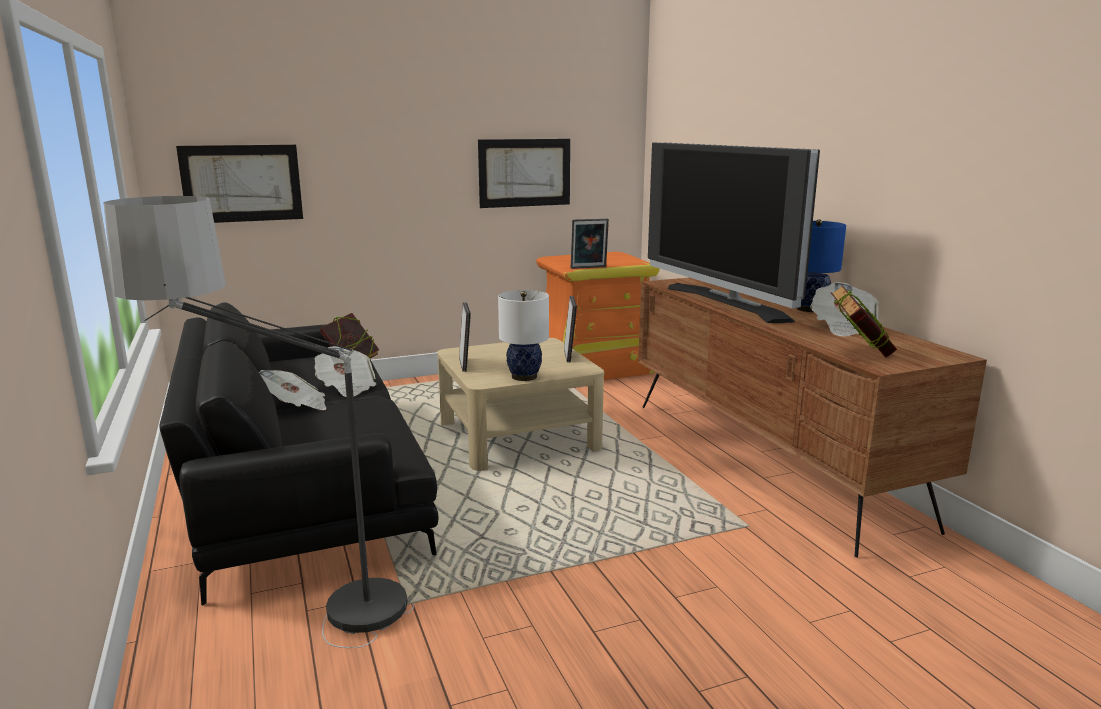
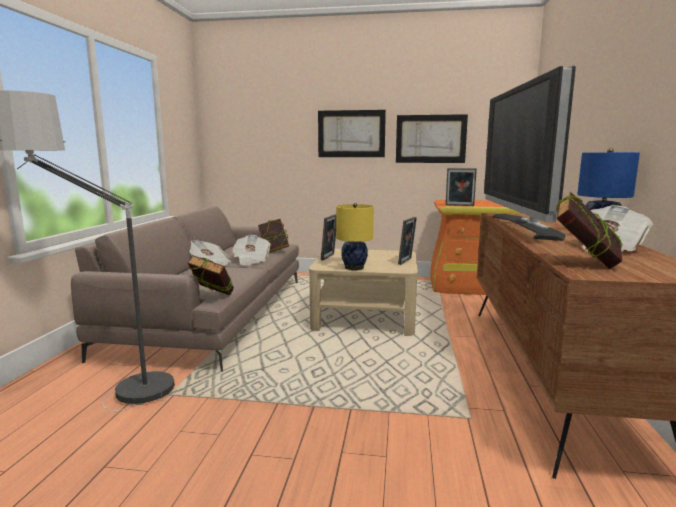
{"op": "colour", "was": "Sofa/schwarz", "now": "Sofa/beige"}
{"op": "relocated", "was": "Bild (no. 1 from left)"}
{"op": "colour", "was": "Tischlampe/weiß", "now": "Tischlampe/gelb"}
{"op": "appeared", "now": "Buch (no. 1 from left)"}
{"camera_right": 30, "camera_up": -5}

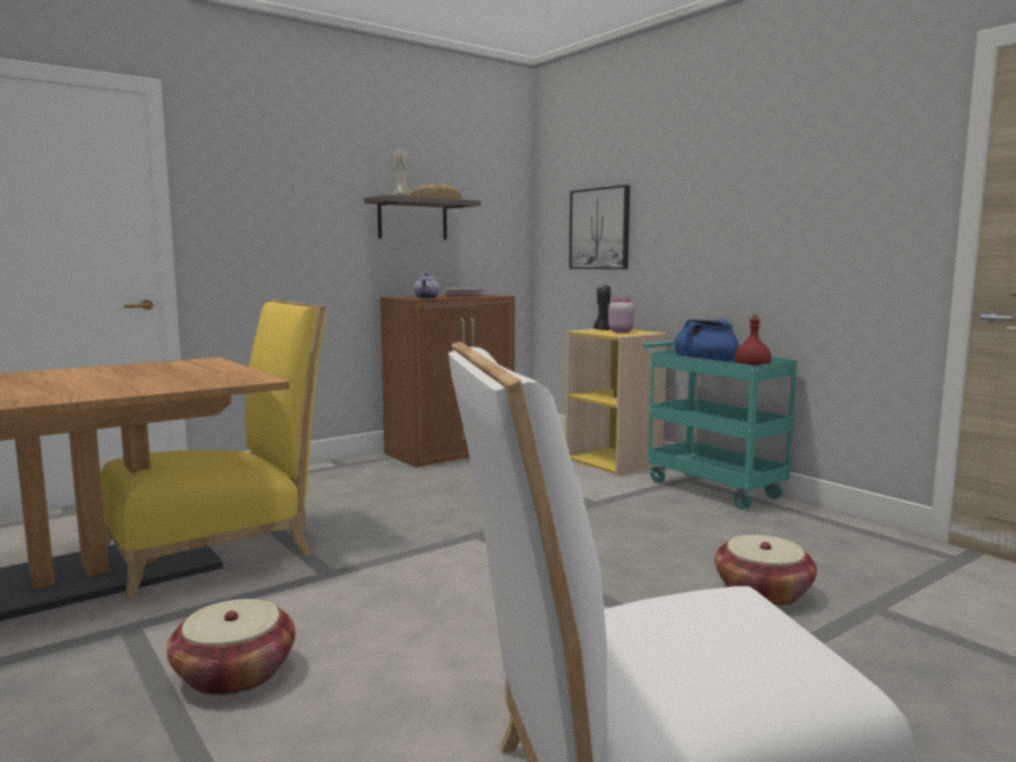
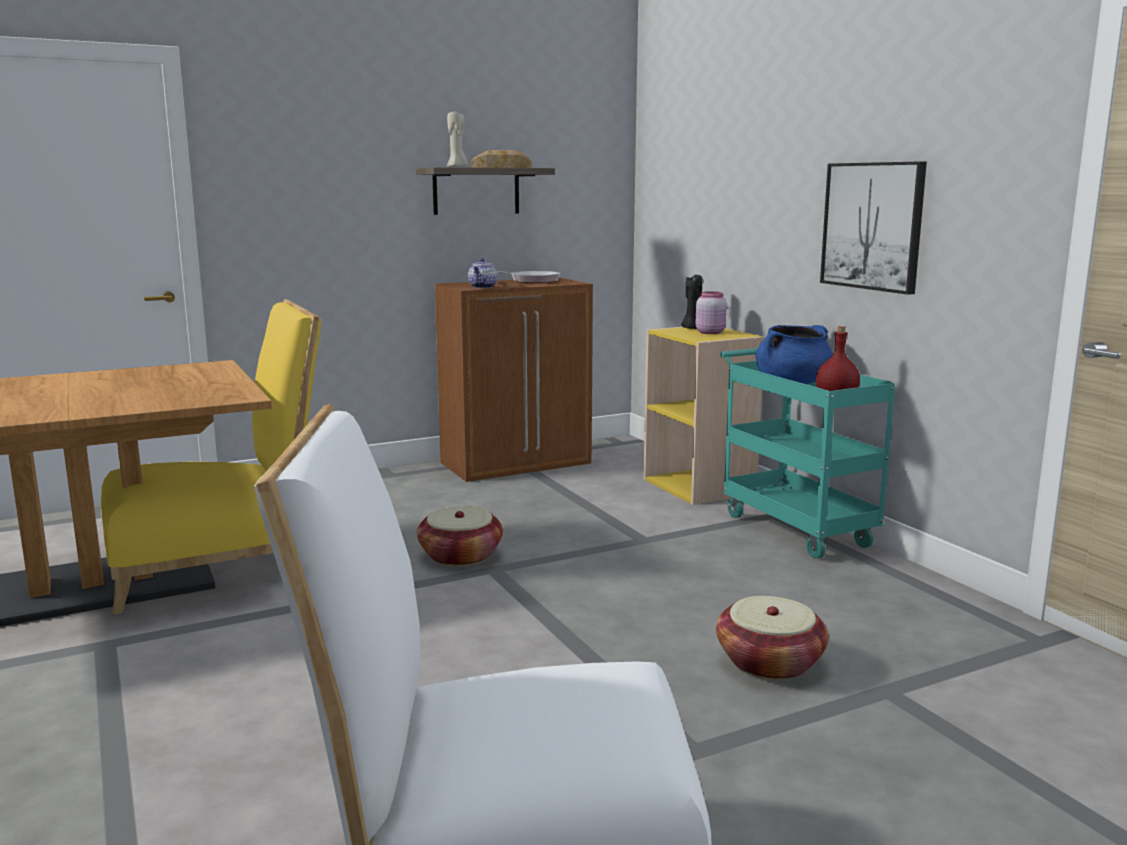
{"op": "relocated", "was": "Korb (no. 1 from left)"}
{"op": "relocated", "was": "Bild"}
{"camera_right": 10, "camera_up": 5}

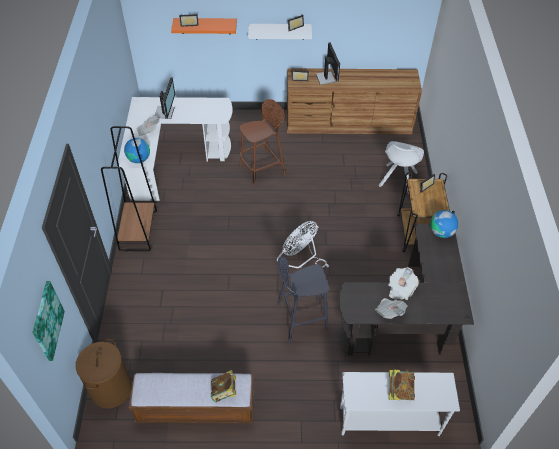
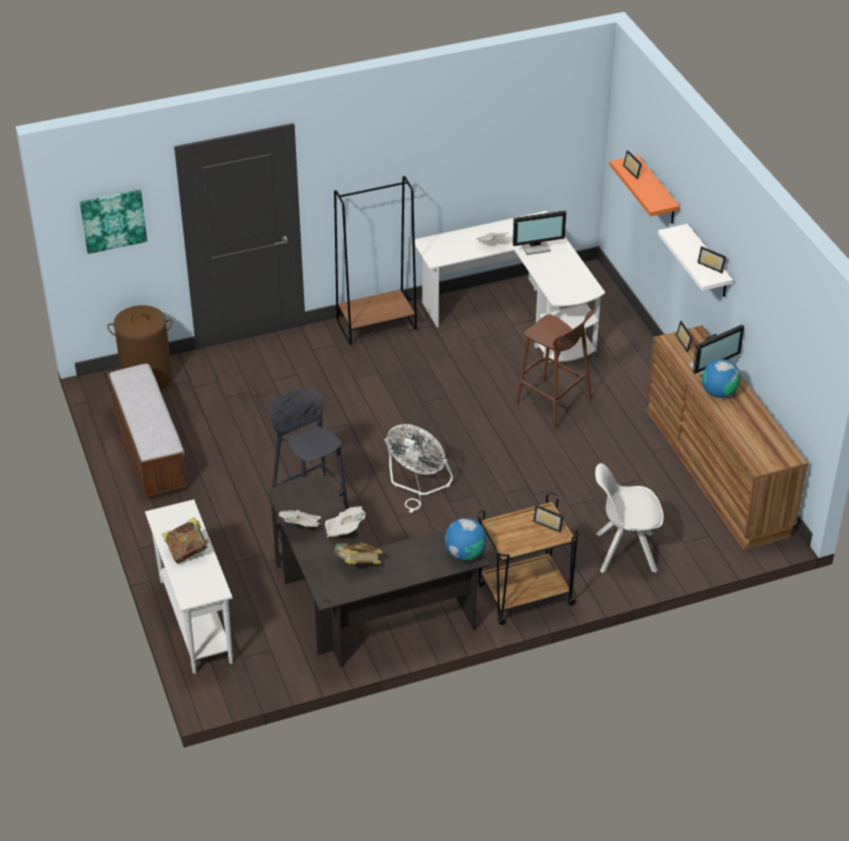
{"op": "relocated", "was": "Globus (no. 1 from left in the first image)", "now": "Globus (no. 2 from left)"}
{"op": "relocated", "was": "Buch (no. 1 from left in the first image)", "now": "Buch (no. 2 from left)"}
{"camera_right": 70, "camera_up": -10}

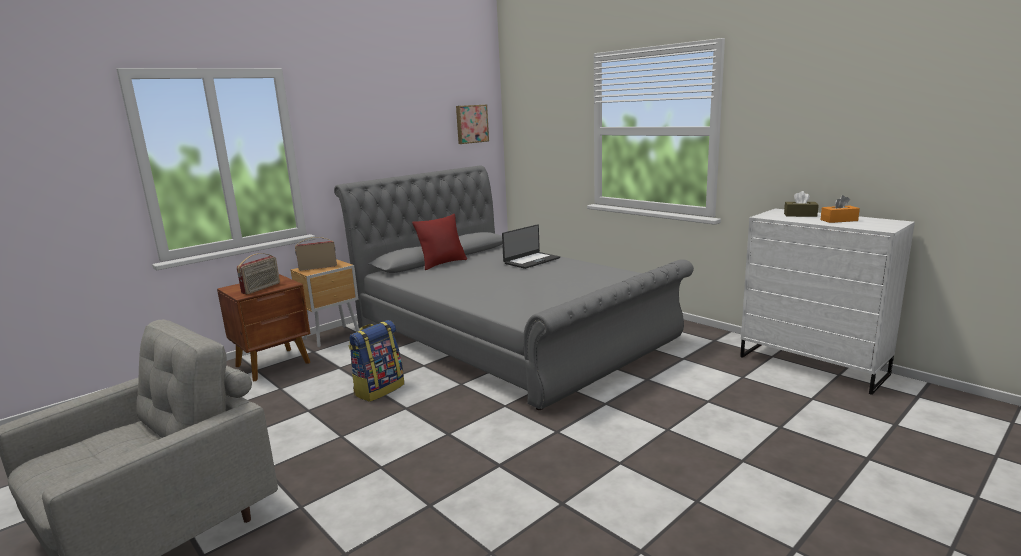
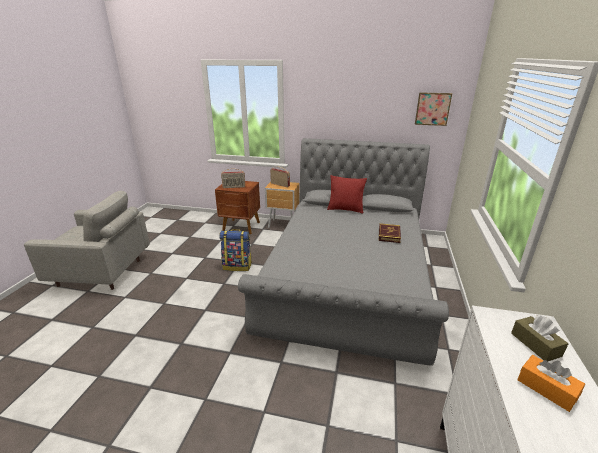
{"op": "exchanged", "was": "Laptop", "now": "Buch"}
{"camera_right": 55, "camera_up": 10}

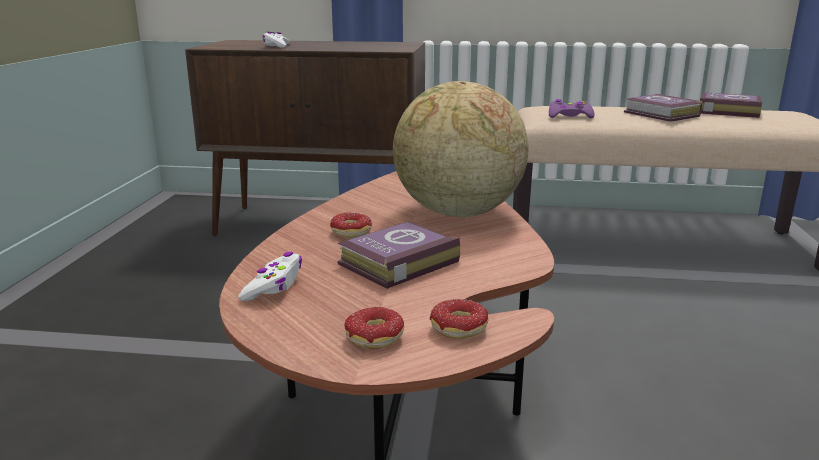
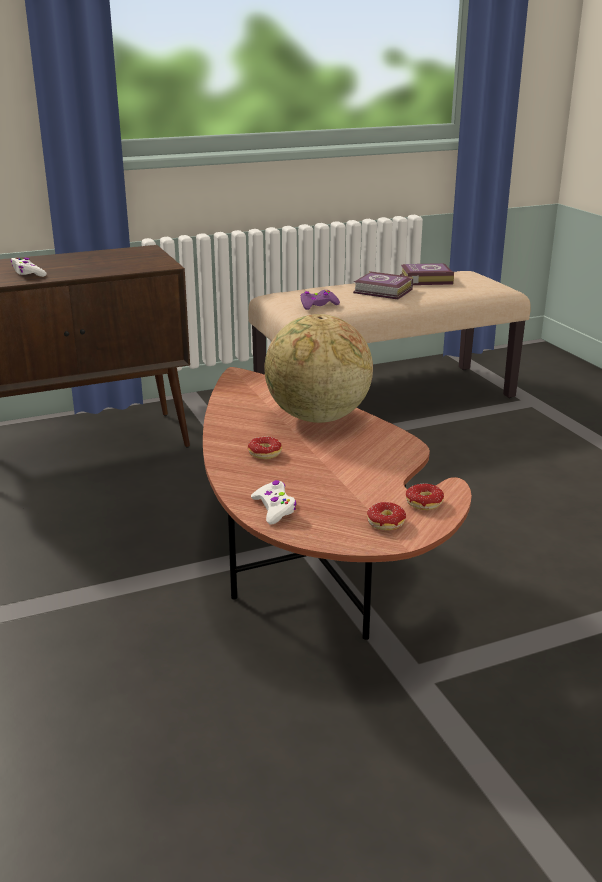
{"op": "missing", "was": "Buch (no. 1 from left)"}
{"camera_right": -30, "camera_up": 5}

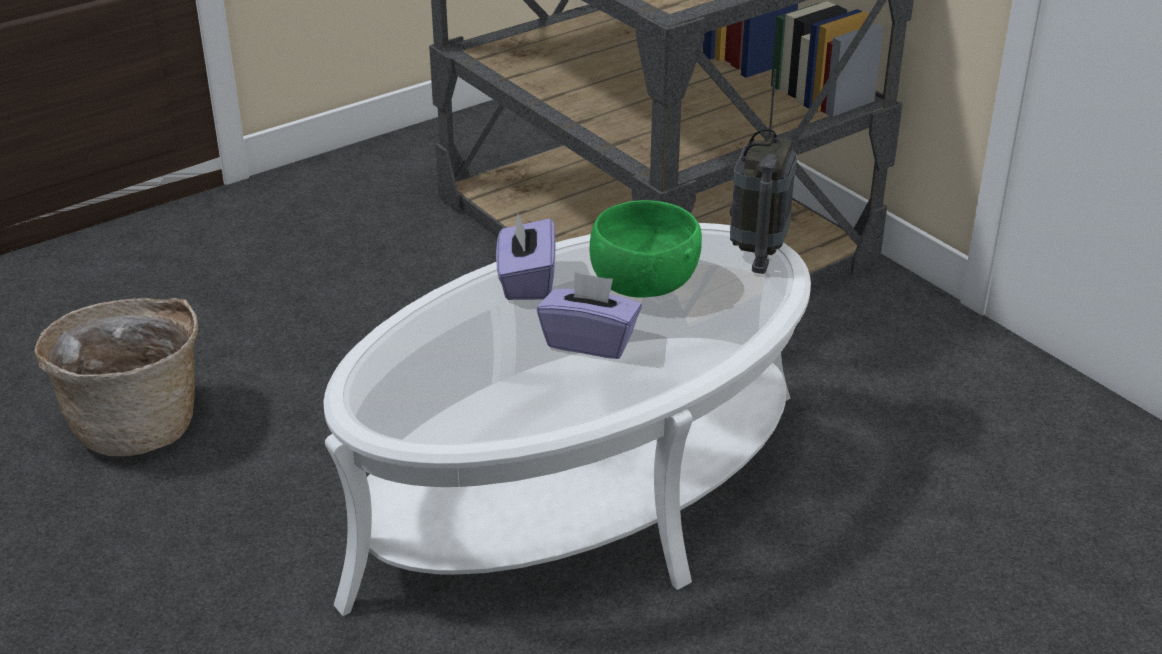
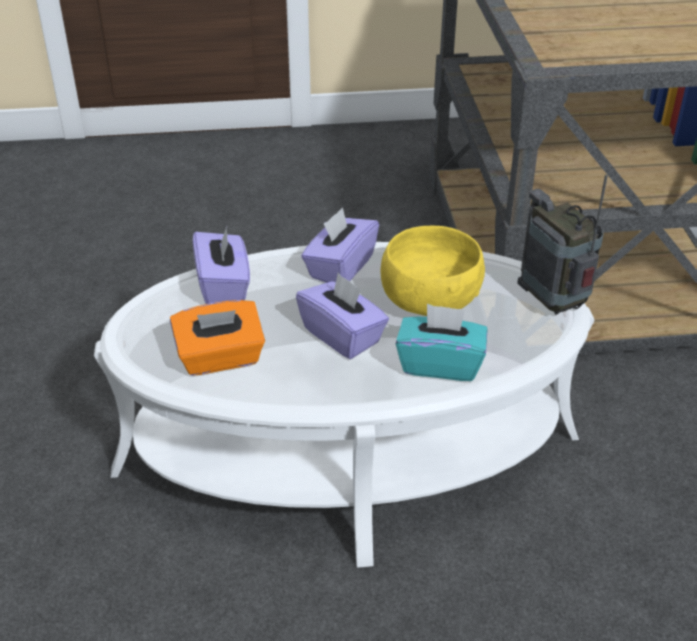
{"op": "missing", "was": "Korb"}
{"op": "colour", "was": "Schüssel/grün", "now": "Schüssel/gelb"}
{"op": "spun", "was": "Radio", "clockwise": 105}
{"op": "appeared", "now": "Taschentuchbox/orange"}
{"op": "appeared", "now": "Taschentuchbox/lila (no. 1 from left)"}
{"op": "appeared", "now": "Taschentuchbox/türkis"}
{"camera_right": 30, "camera_up": 5}

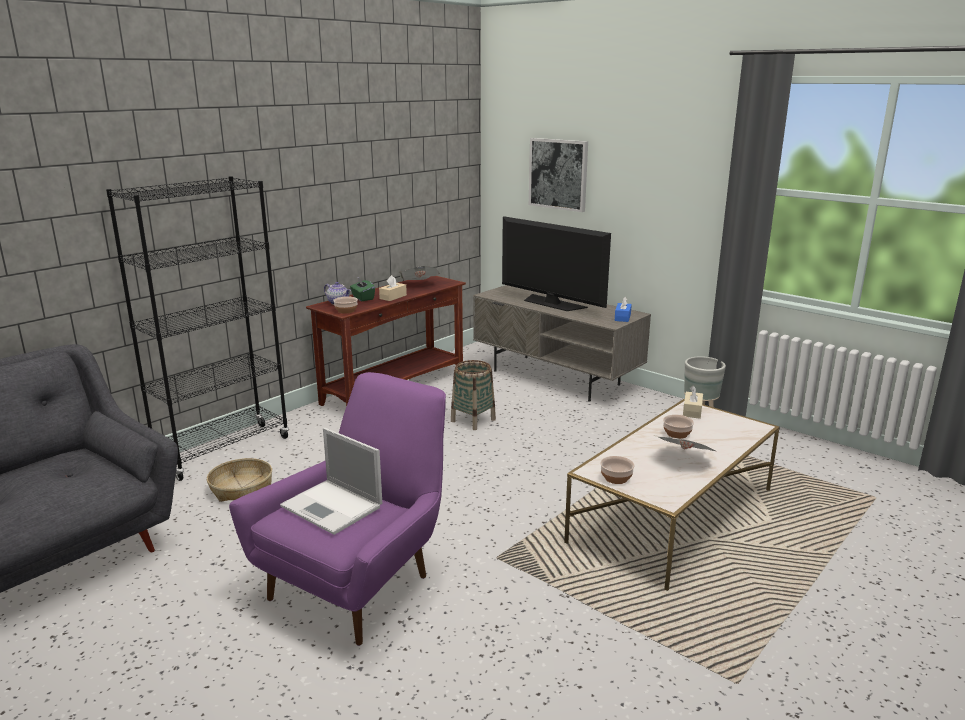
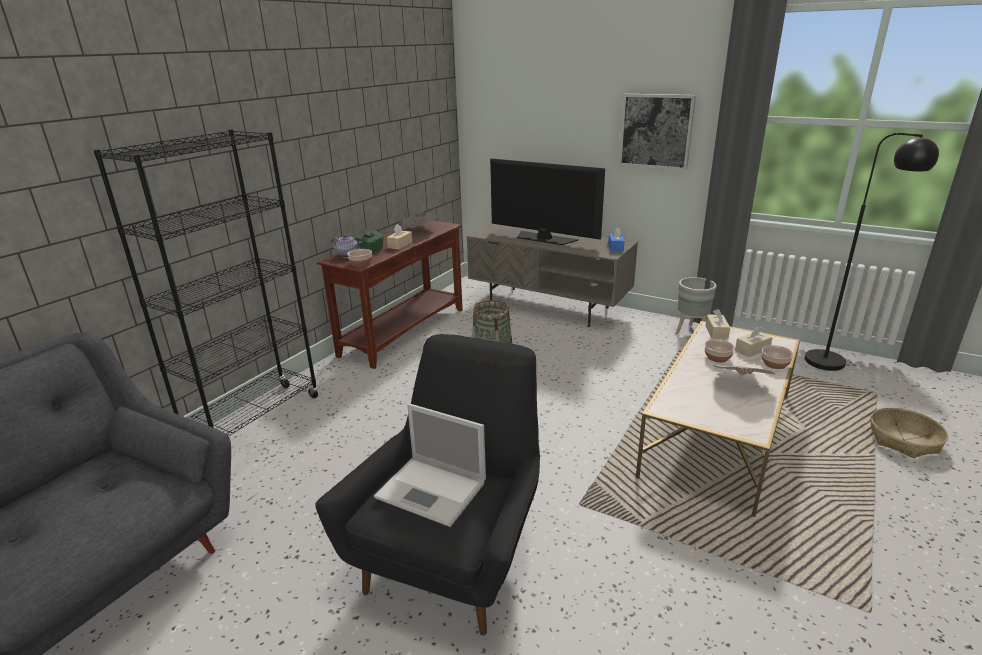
{"op": "relocated", "was": "Korb (no. 1 from left in the first image)", "now": "Korb (no. 2 from left)"}
{"op": "colour", "was": "Sessel/lila", "now": "Sessel/schwarz"}
{"op": "relocated", "was": "Bild"}
{"op": "relocated", "was": "Schüssel (no. 2 from left in the first image)", "now": "Schüssel (no. 3 from left)"}
{"op": "appeared", "now": "Taschentuchbox/beige (no. 3 from left)"}
{"op": "appeared", "now": "Stehlampe/schwarz"}
{"camera_right": -10, "camera_up": 5}

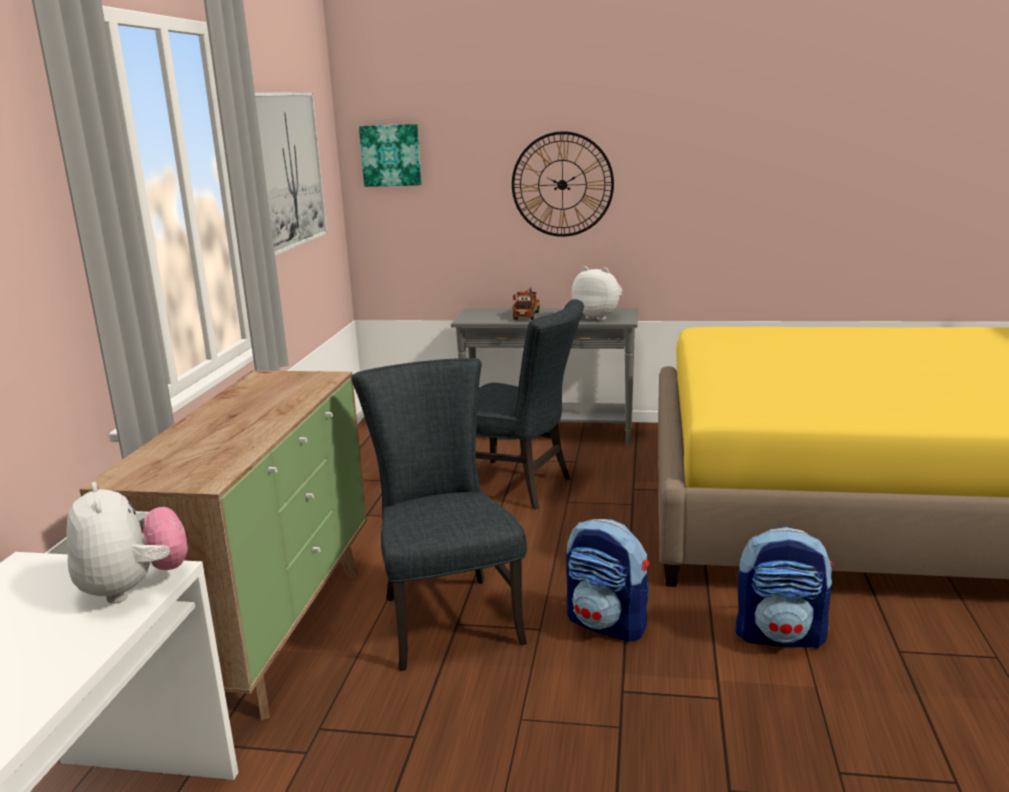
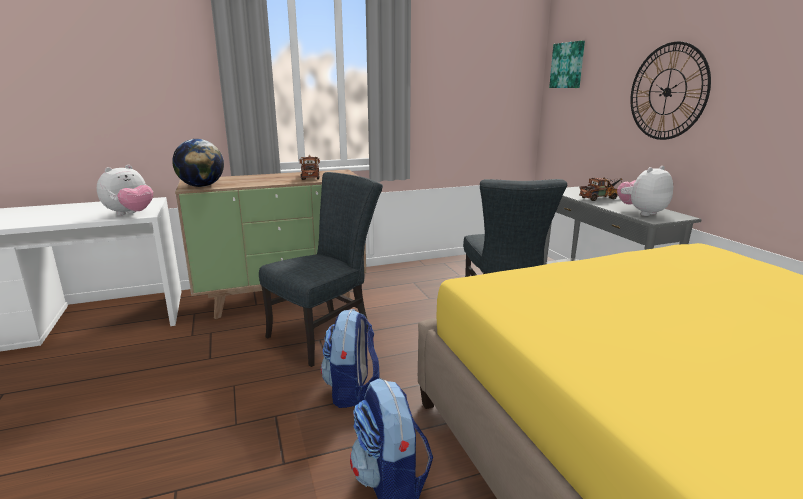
{"op": "missing", "was": "Bild (no. 1 from left)"}
{"op": "spun", "was": "Plüschtier (no. 2 from left)", "clockwise": -120}
{"op": "appeared", "now": "Globus"}
{"op": "appeared", "now": "Spielzeuglaster (no. 1 from left)"}
{"camera_right": 60, "camera_up": 0}

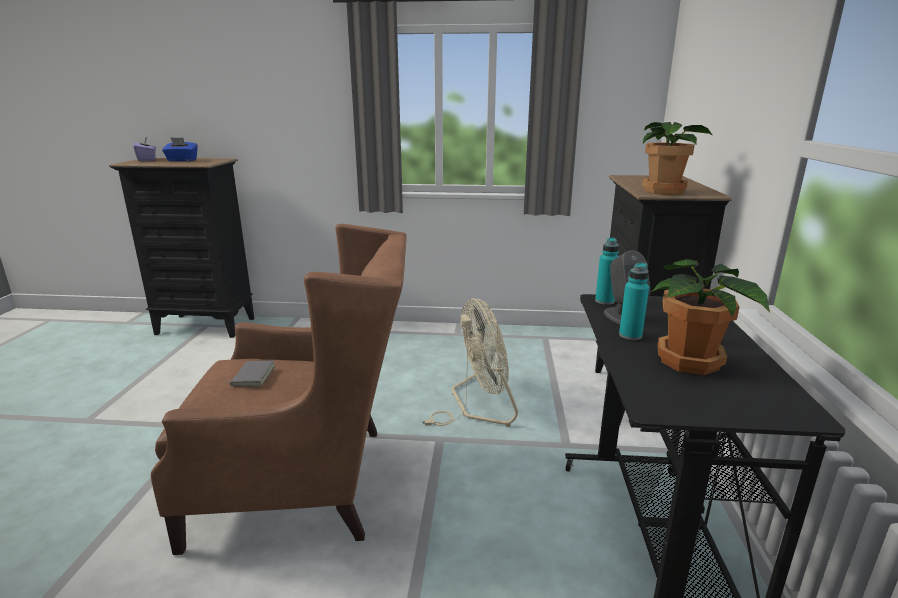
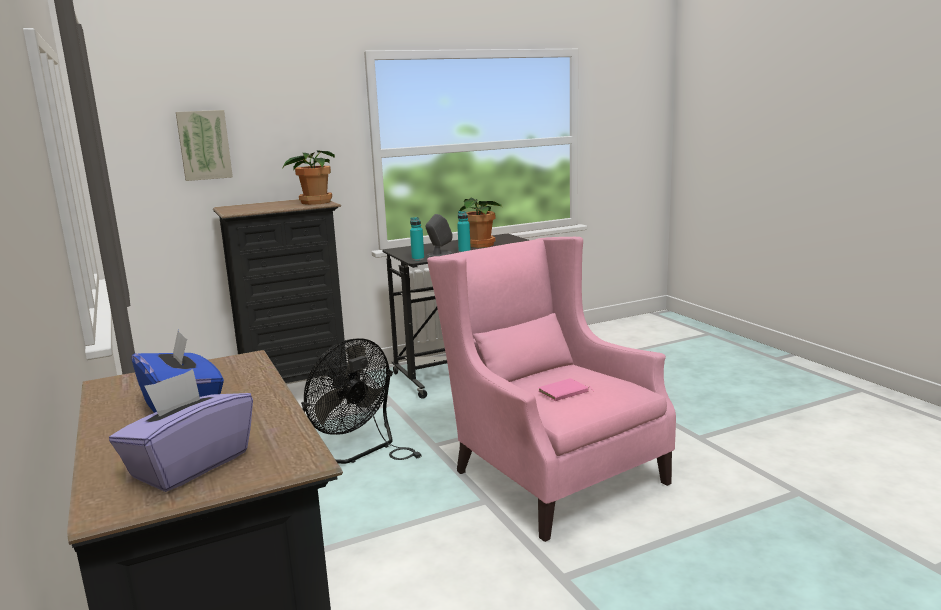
{"op": "colour", "was": "Sessel/braun", "now": "Sessel/rosa"}
{"op": "colour", "was": "Buch/grau", "now": "Buch/rosa"}
{"op": "colour", "was": "Ventilator/beige", "now": "Ventilator/schwarz"}
{"op": "appeared", "now": "Bild"}
{"camera_right": -120, "camera_up": -5}

